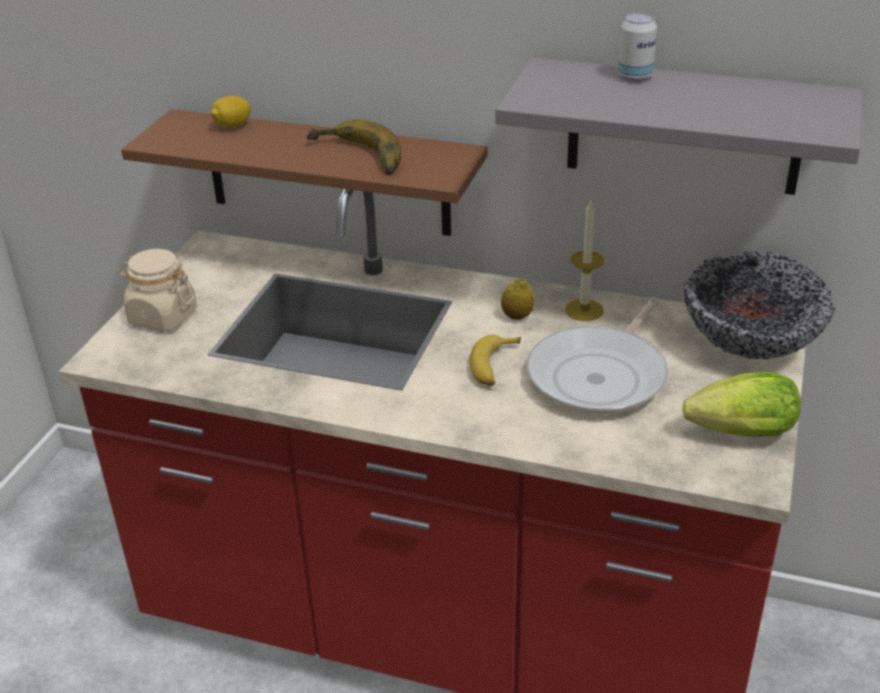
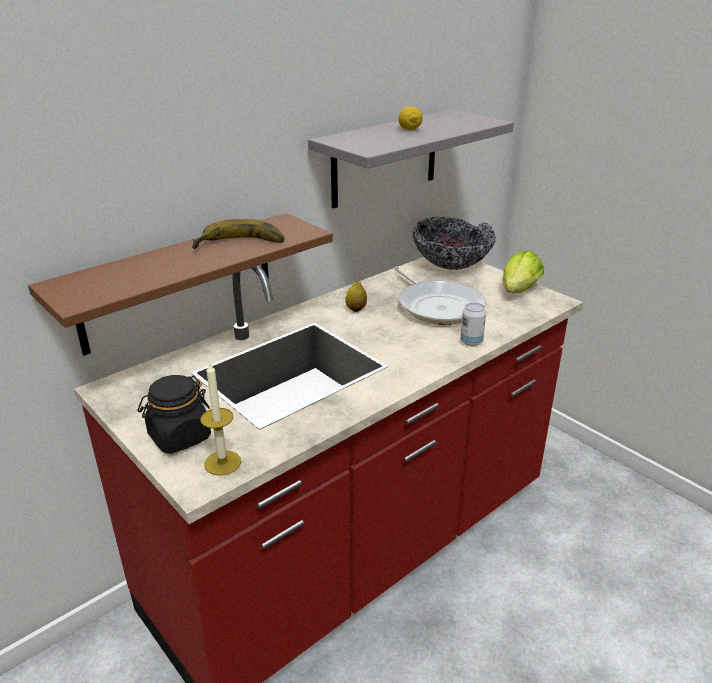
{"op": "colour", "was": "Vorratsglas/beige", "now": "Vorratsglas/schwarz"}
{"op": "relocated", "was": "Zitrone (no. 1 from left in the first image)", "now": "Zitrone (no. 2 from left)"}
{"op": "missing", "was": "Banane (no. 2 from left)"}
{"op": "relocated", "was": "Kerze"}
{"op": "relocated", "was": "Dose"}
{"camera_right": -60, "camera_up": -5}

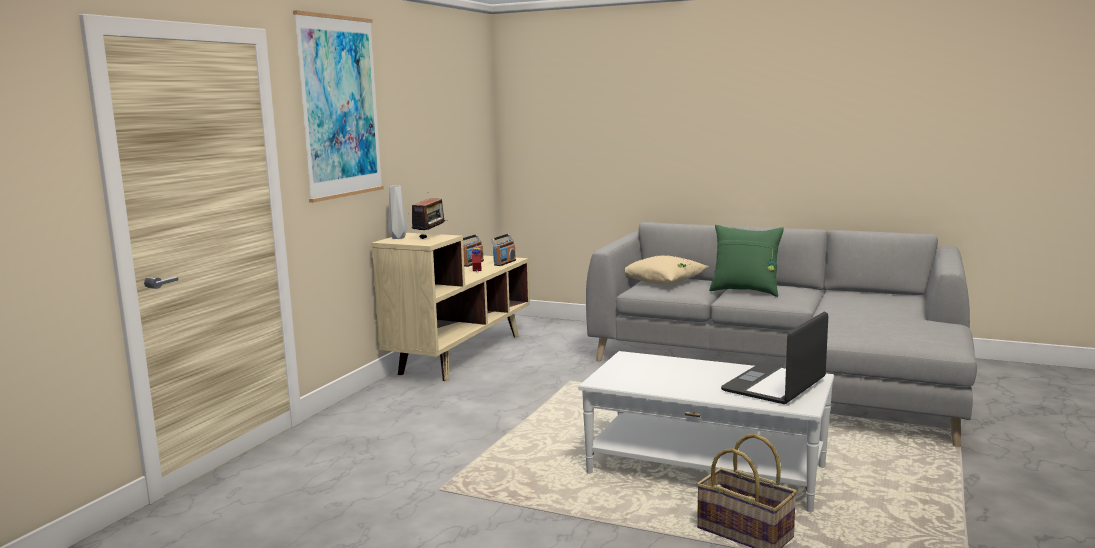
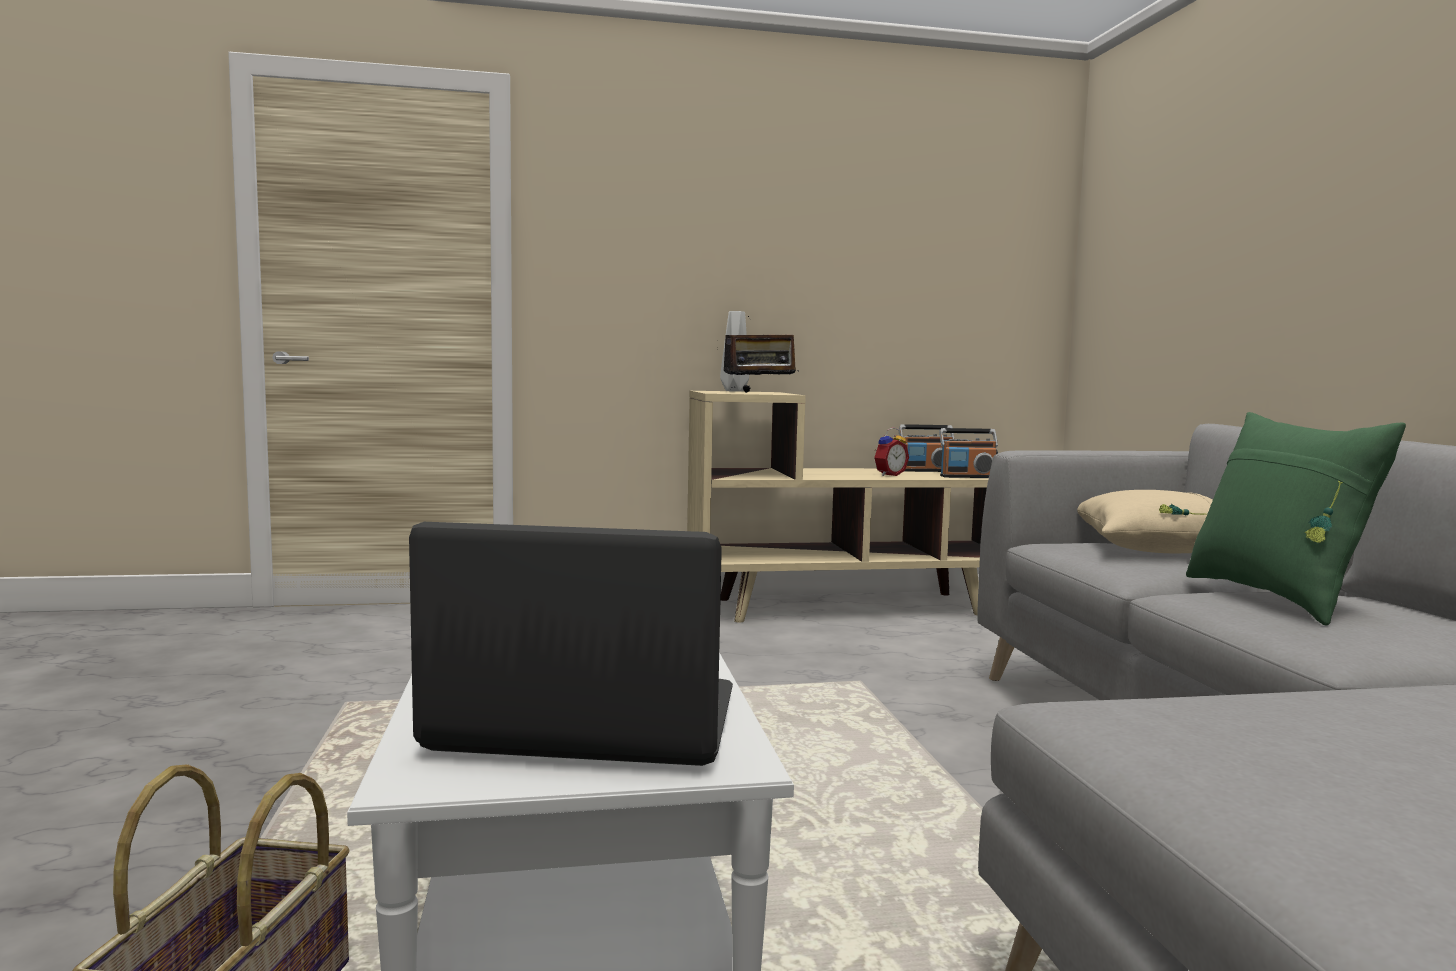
{"op": "missing", "was": "Bild"}
{"camera_right": 55, "camera_up": -5}

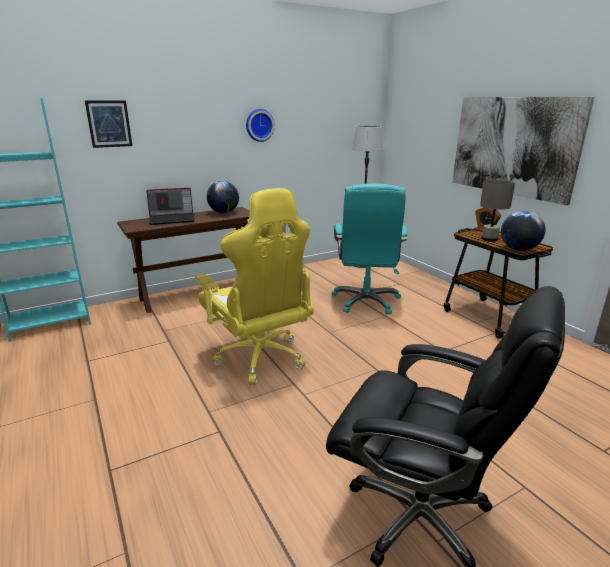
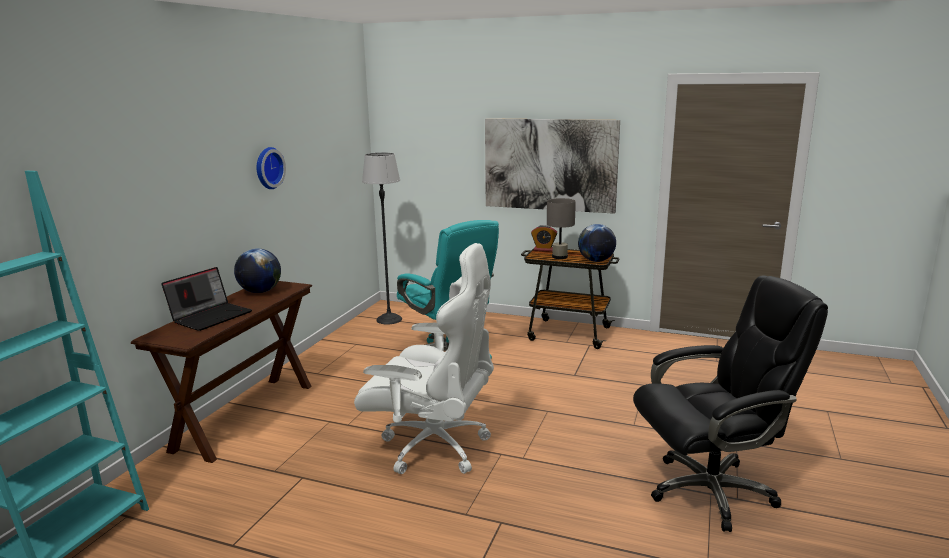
{"op": "missing", "was": "Bild (no. 1 from left)"}
{"op": "colour", "was": "Bürostuhl/gelb", "now": "Bürostuhl/weiß"}
{"camera_right": -40, "camera_up": -5}

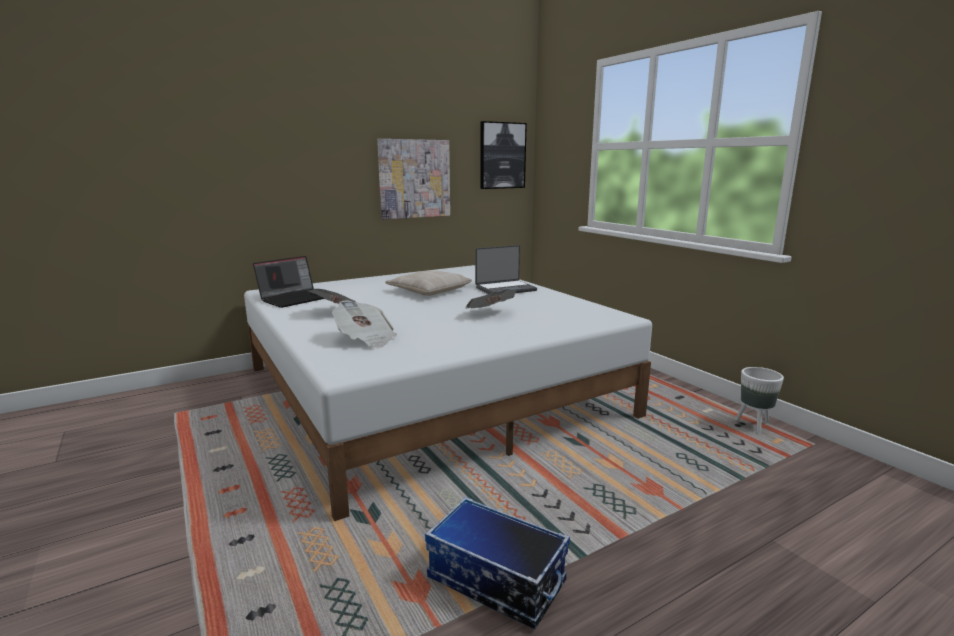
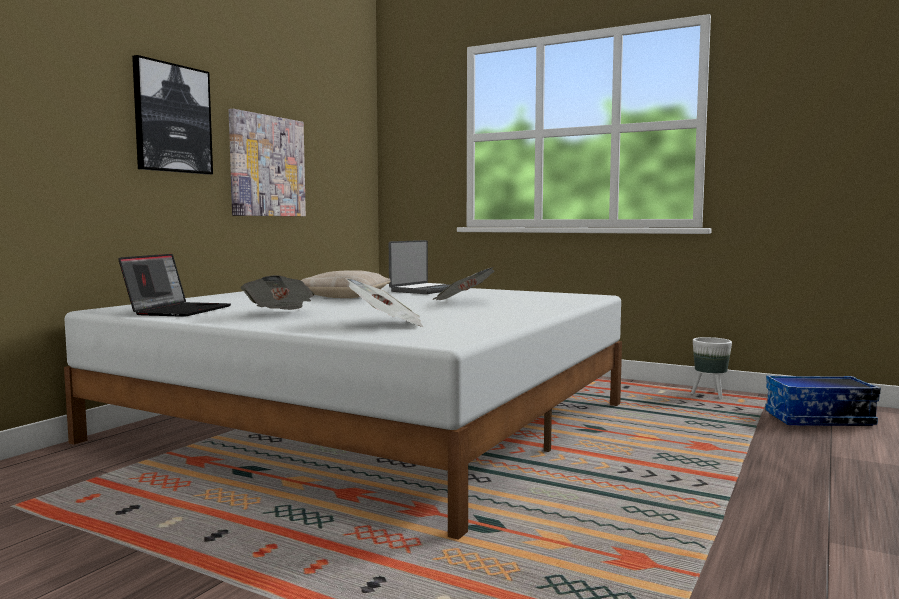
{"op": "relocated", "was": "Aufbewahrungsbox"}
{"op": "relocated", "was": "Bild (no. 2 from left in the first image)", "now": "Bild (no. 1 from left)"}
{"camera_right": -30, "camera_up": -10}

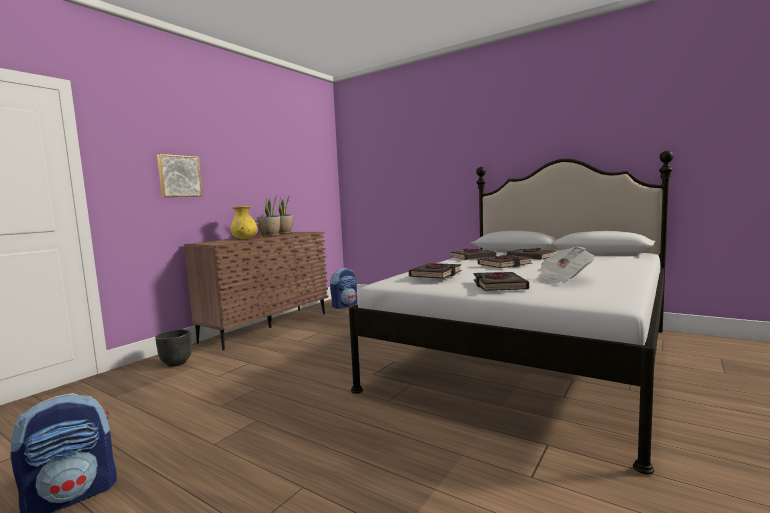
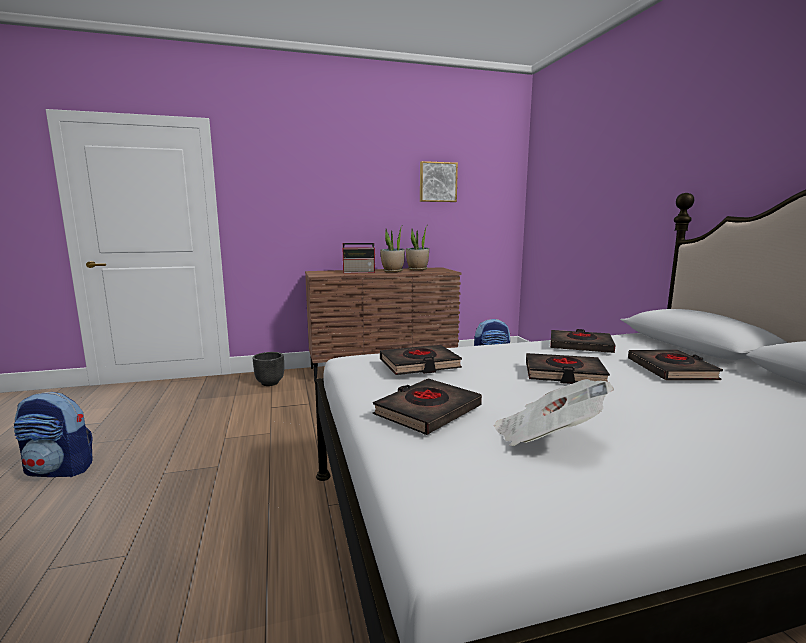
{"op": "relocated", "was": "Bild"}
{"op": "exchanged", "was": "Vase/gelb", "now": "Radio"}
{"camera_right": 40, "camera_up": 5}

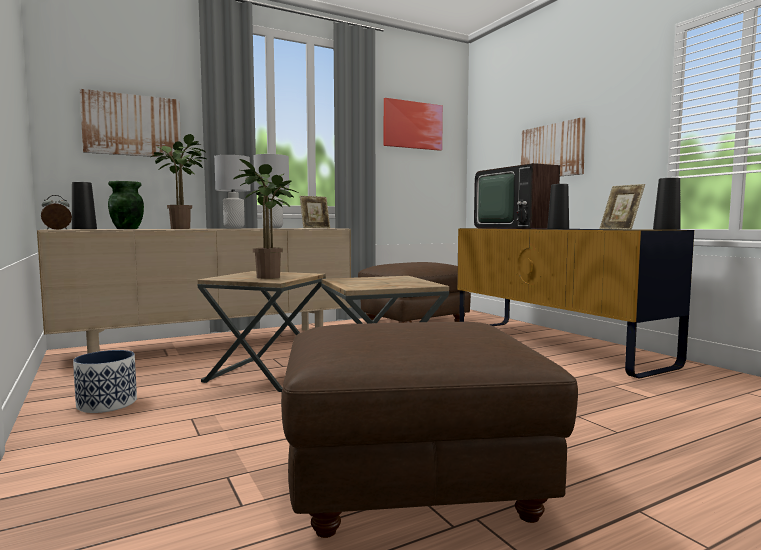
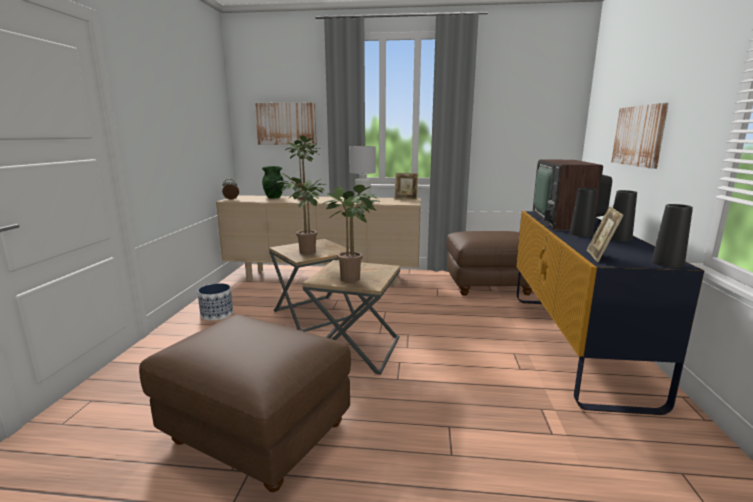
{"op": "relocated", "was": "Vase/schwarz (no. 1 from left in the first image)", "now": "Vase/schwarz (no. 2 from left)"}
{"op": "missing", "was": "Tischlampe/grau (no. 1 from left)"}
{"op": "missing", "was": "Bild (no. 2 from left)"}
{"op": "appeared", "now": "Topfpflanze (no. 3 from left)"}
{"camera_right": 35, "camera_up": 10}

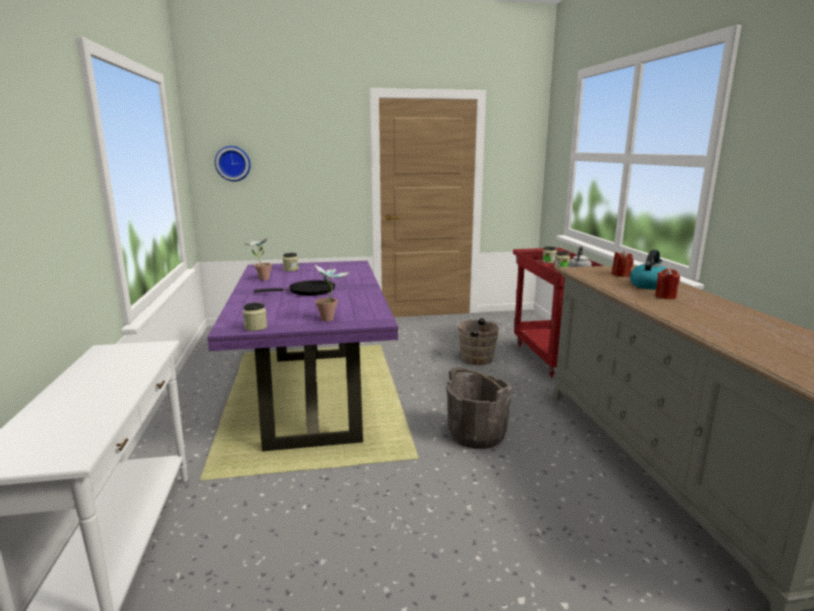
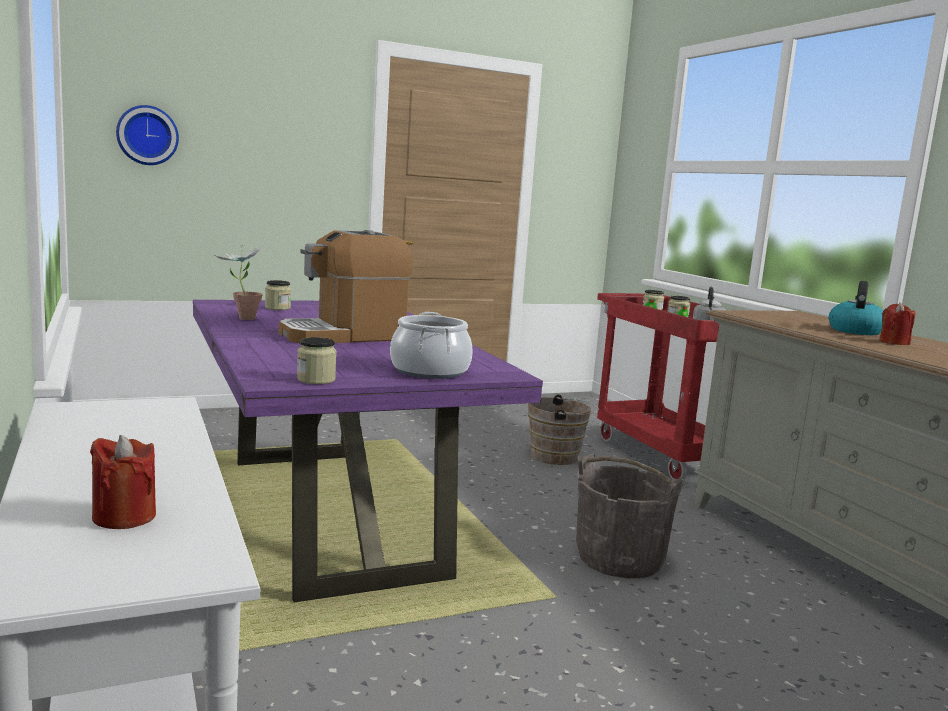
{"op": "exchanged", "was": "Pfanne/schwarz", "now": "Kaffeemaschine"}
{"op": "exchanged", "was": "Topfpflanze (no. 2 from left)", "now": "Kochtopf"}
{"op": "relocated", "was": "Kerze/rot (no. 1 from left)"}
{"camera_right": -15, "camera_up": -5}

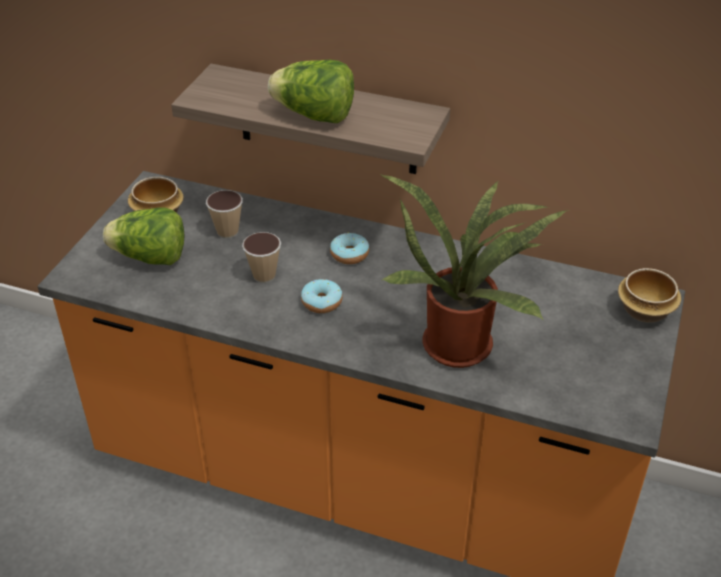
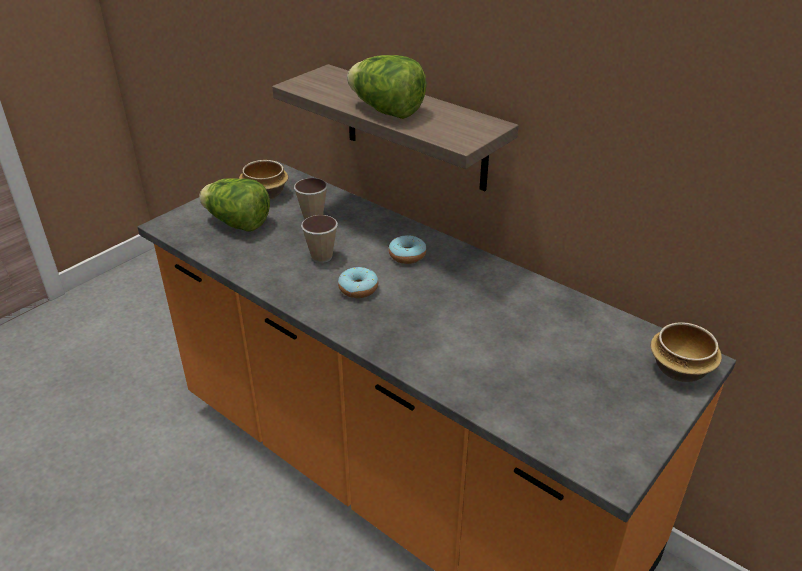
{"op": "missing", "was": "Topfpflanze"}
{"camera_right": 20, "camera_up": -5}

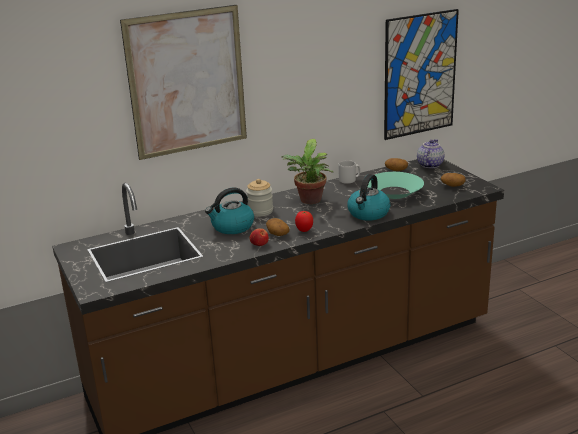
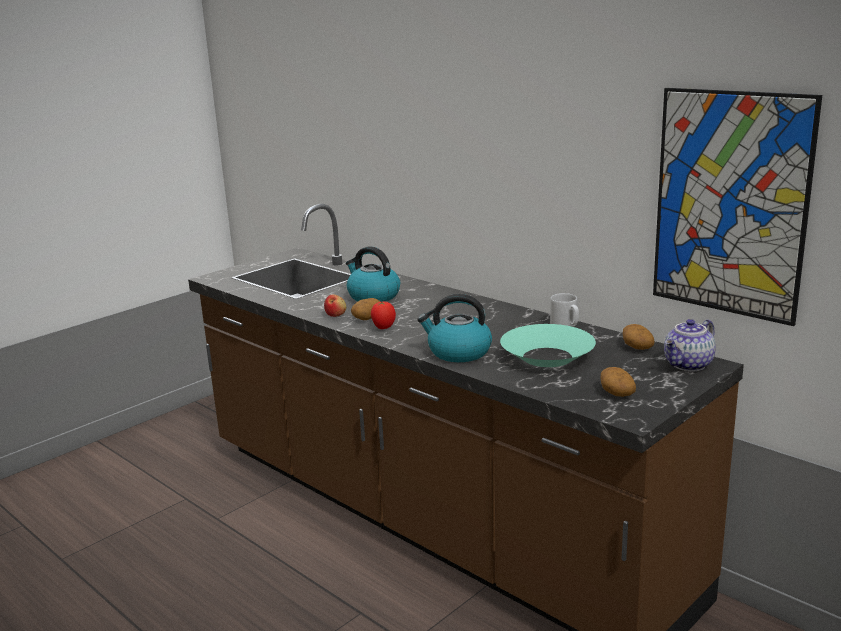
{"op": "missing", "was": "Bild (no. 1 from left)"}
{"op": "missing", "was": "Vorratsglas"}
{"op": "missing", "was": "Topfpflanze"}
{"op": "spun", "was": "Teekanne", "clockwise": 135}
{"camera_right": 70, "camera_up": -5}

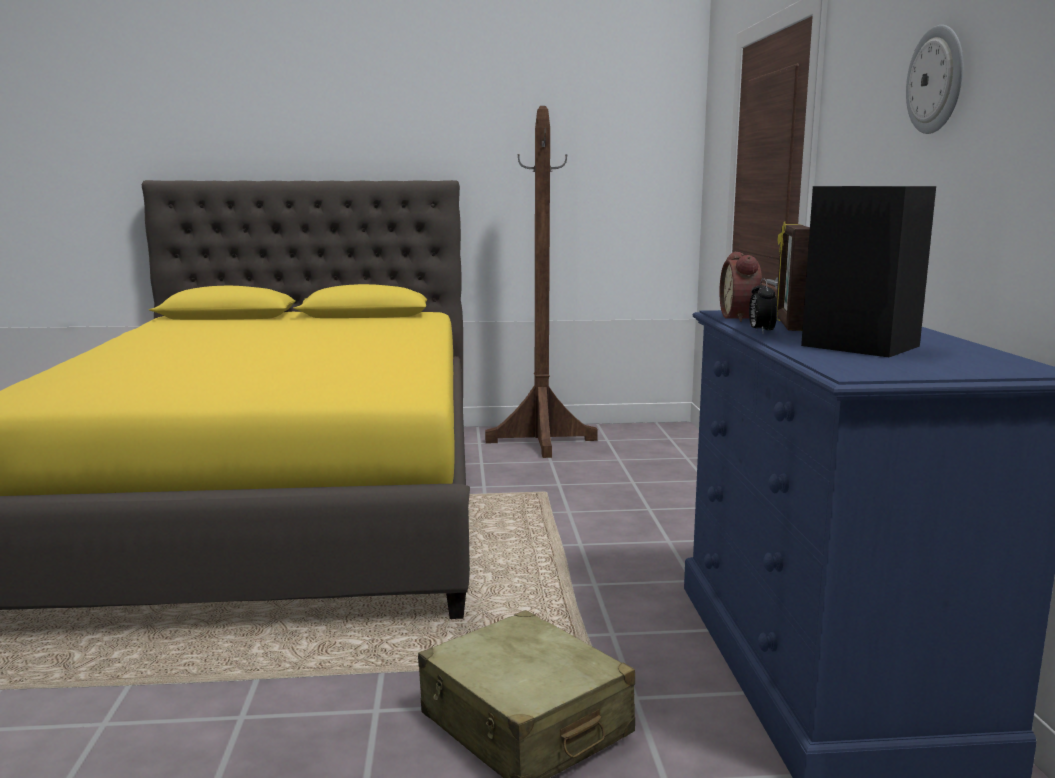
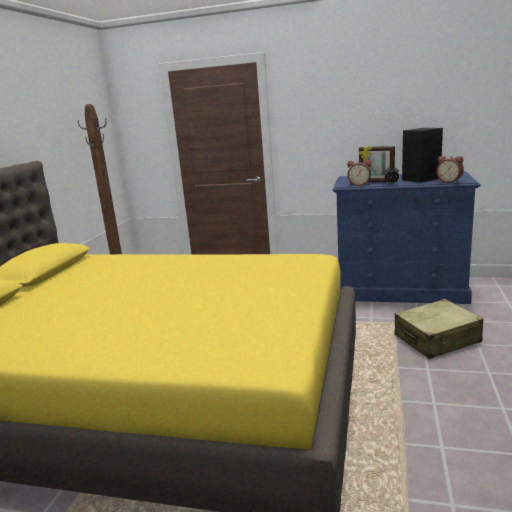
{"op": "missing", "was": "Wanduhr"}
{"op": "appeared", "now": "Wecker (no. 3 from left)"}
{"camera_right": -70, "camera_up": 5}

